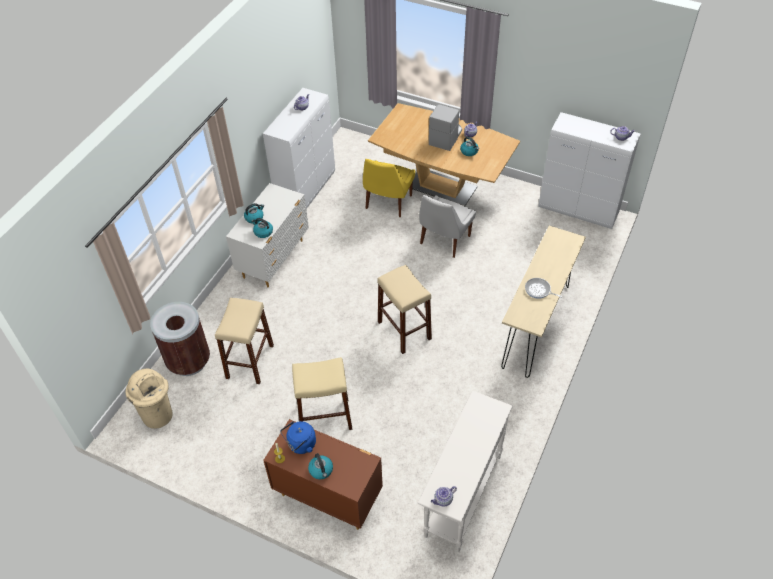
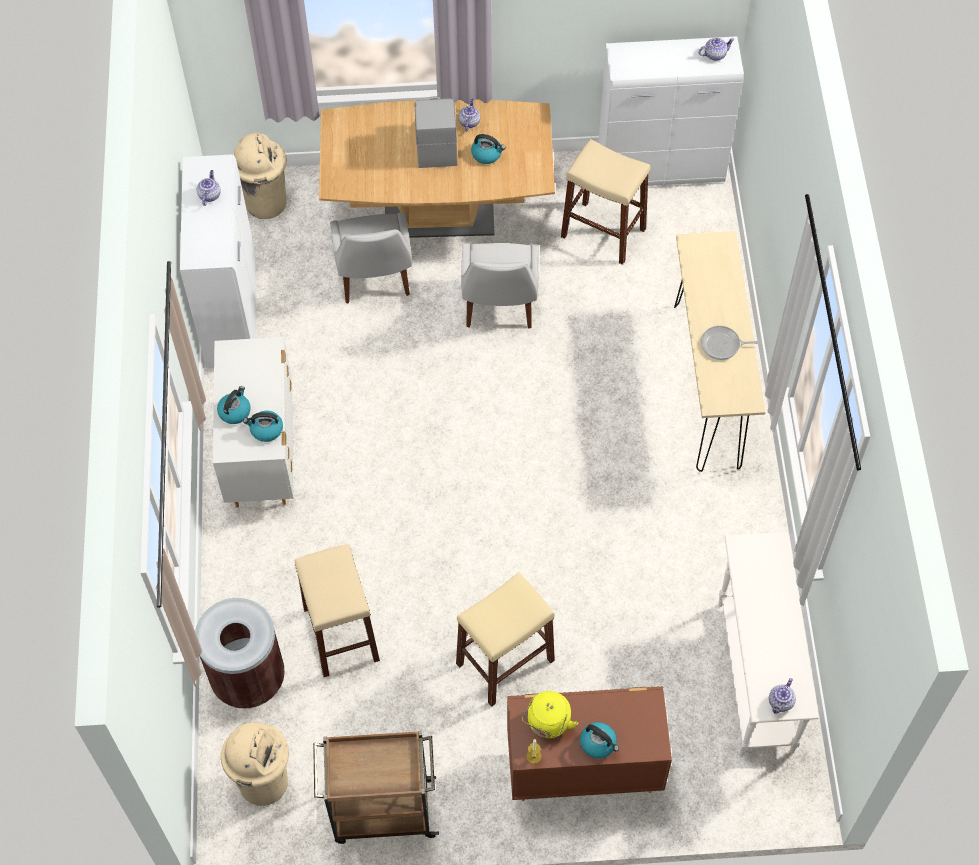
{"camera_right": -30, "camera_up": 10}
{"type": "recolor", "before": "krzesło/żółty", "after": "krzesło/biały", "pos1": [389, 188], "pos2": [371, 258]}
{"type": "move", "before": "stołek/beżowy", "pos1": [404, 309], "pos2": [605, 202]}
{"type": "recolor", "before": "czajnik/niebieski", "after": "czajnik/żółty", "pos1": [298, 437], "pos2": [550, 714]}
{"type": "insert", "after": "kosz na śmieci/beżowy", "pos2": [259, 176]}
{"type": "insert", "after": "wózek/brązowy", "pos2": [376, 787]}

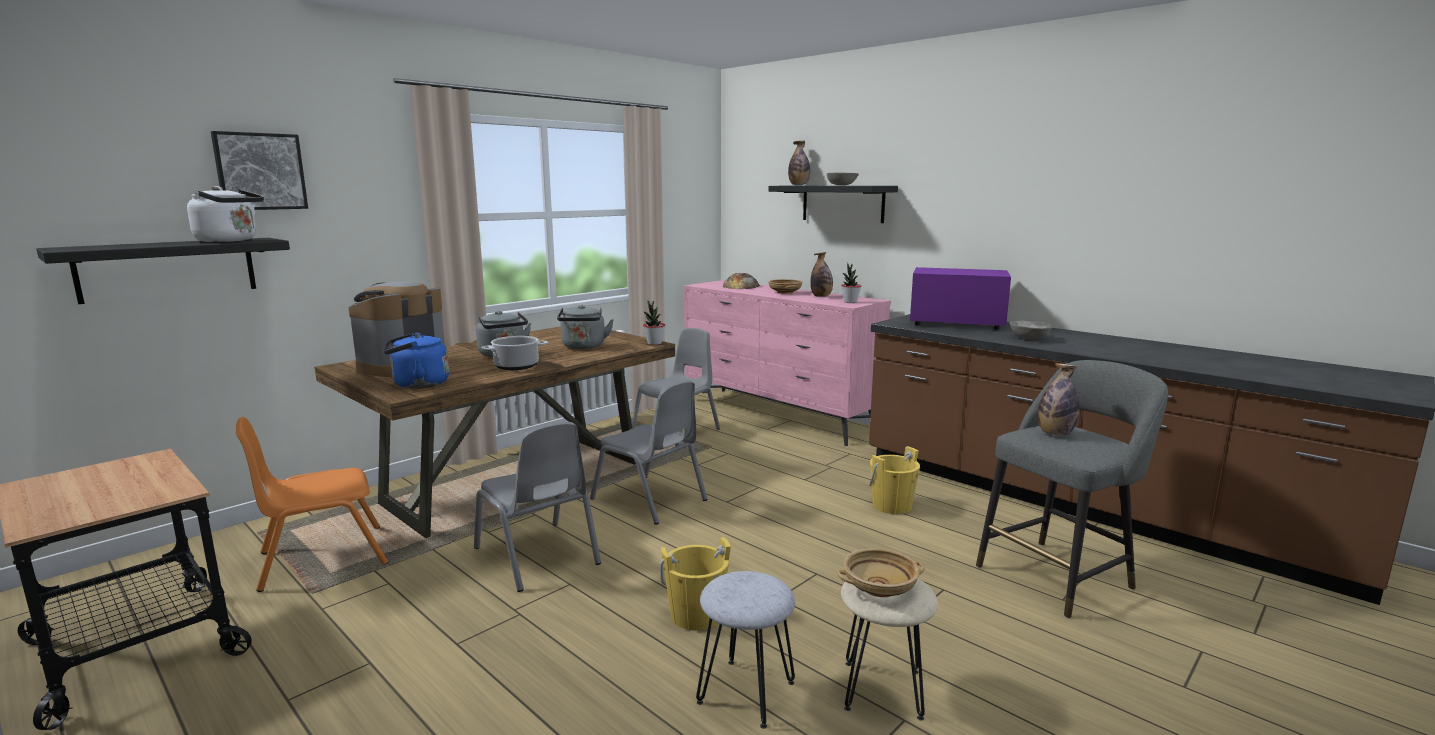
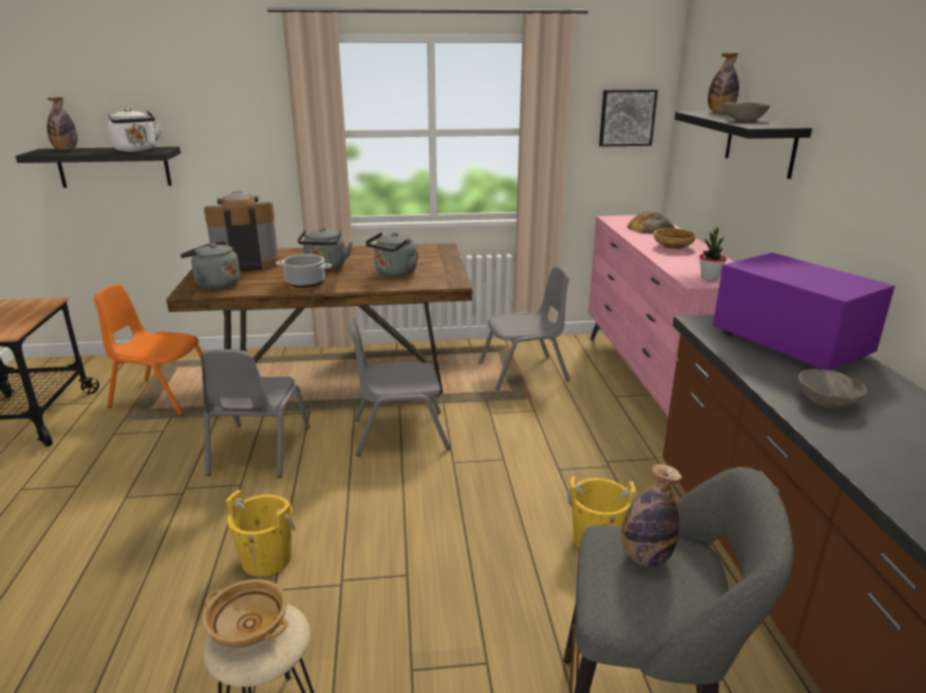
{"camera_right": 40, "camera_up": 10}
{"type": "move", "before": "obraz", "pos1": [259, 170], "pos2": [628, 118]}
{"type": "move", "before": "butelka", "pos1": [821, 274], "pos2": [62, 123]}
{"type": "delete", "before": "roślina doniczkowa", "pos1": [654, 323]}
{"type": "recolor", "before": "czajnik/niebieski", "after": "czajnik/szary", "pos1": [416, 360], "pos2": [210, 265]}
{"type": "rotate", "before": "krzesło/szary", "pos1": [649, 452], "pos2": [399, 386], "turn": 90}
{"type": "delete", "before": "stołek/szary", "pos1": [745, 650]}

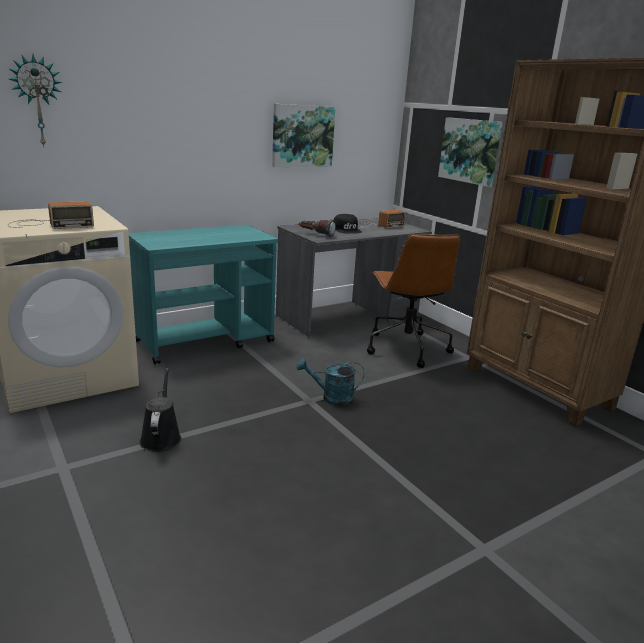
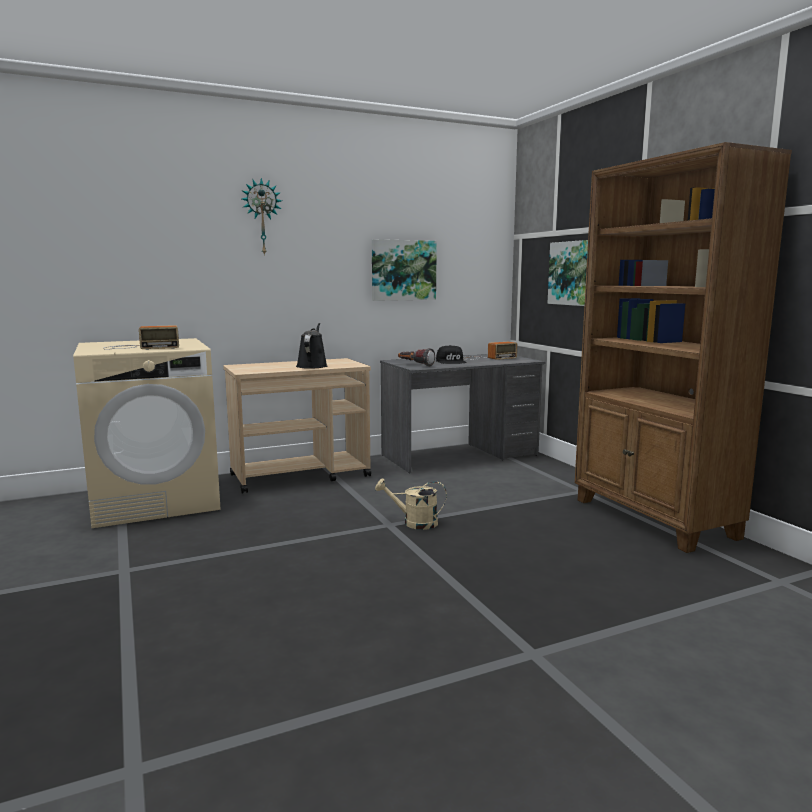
{"camera_right": 10, "camera_up": -10}
{"type": "move", "before": "zegar ścienny", "pos1": [35, 100], "pos2": [262, 217]}
{"type": "recolor", "before": "wózek/turkusowy", "after": "wózek/beżowy", "pos1": [203, 295], "pos2": [297, 426]}
{"type": "delete", "before": "krzesło biurowe/brązowy", "pos1": [413, 301]}
{"type": "recolor", "before": "konewka/turkusowy", "after": "konewka/beżowy", "pos1": [330, 382], "pos2": [411, 504]}
{"type": "move", "before": "konewka/czarny", "pos1": [160, 410], "pos2": [312, 346]}

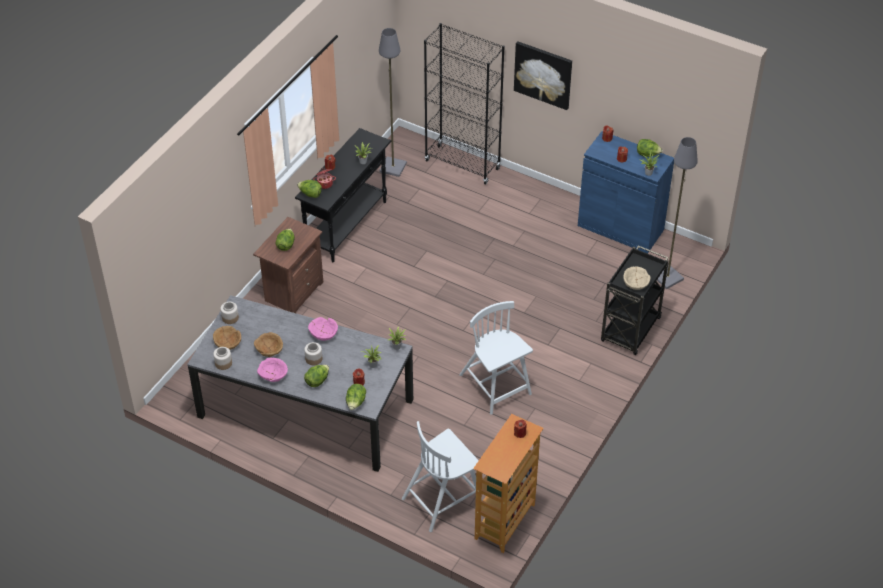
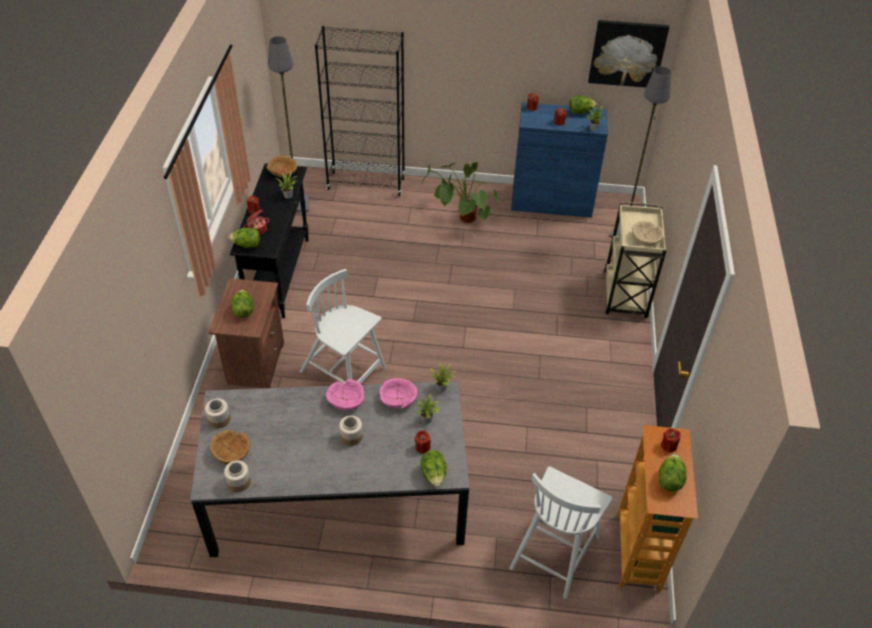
{"camera_right": -25, "camera_up": 0}
{"type": "move", "before": "obraz", "pos1": [543, 75], "pos2": [628, 54]}
{"type": "recolor", "before": "wózek/czarny", "after": "wózek/beżowy", "pos1": [635, 300], "pos2": [635, 259]}
{"type": "move", "before": "krzesło/biały", "pos1": [496, 358], "pos2": [343, 326]}
{"type": "move", "before": "miska/brązowy", "pos1": [268, 344], "pos2": [282, 166]}
{"type": "move", "before": "miska/różowy", "pos1": [272, 370], "pos2": [398, 393]}
{"type": "move", "before": "sałata", "pos1": [316, 376], "pos2": [673, 473]}
{"type": "insert", "after": "roślina doniczkowa", "pos2": [460, 192]}

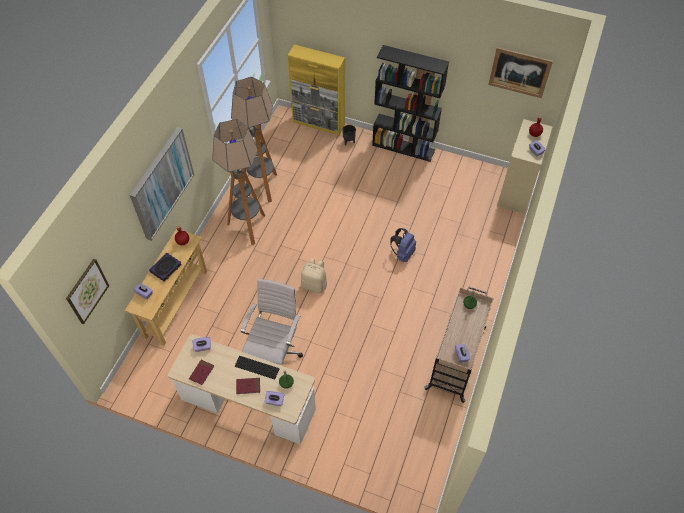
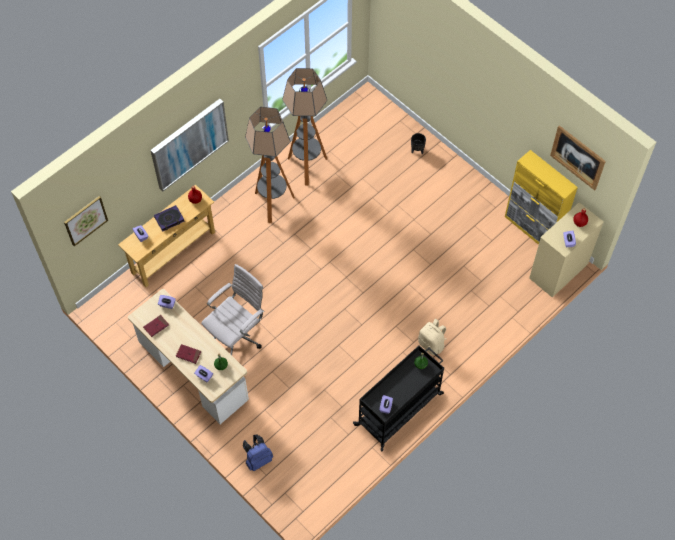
{"camera_right": 25, "camera_up": 5}
{"type": "move", "before": "szafka/żółty", "pos1": [316, 90], "pos2": [541, 197]}
{"type": "delete", "before": "regał/czarny", "pos1": [410, 103]}
{"type": "move", "before": "plecak/niebieski", "pos1": [403, 245], "pos2": [258, 452]}
{"type": "move", "before": "plecak/beżowy", "pos1": [314, 275], "pos2": [432, 337]}
{"type": "recolor", "before": "wózek/beżowy", "after": "wózek/czarny", "pos1": [459, 344], "pos2": [398, 398]}
{"type": "delete", "before": "klawiatura", "pos1": [257, 368]}

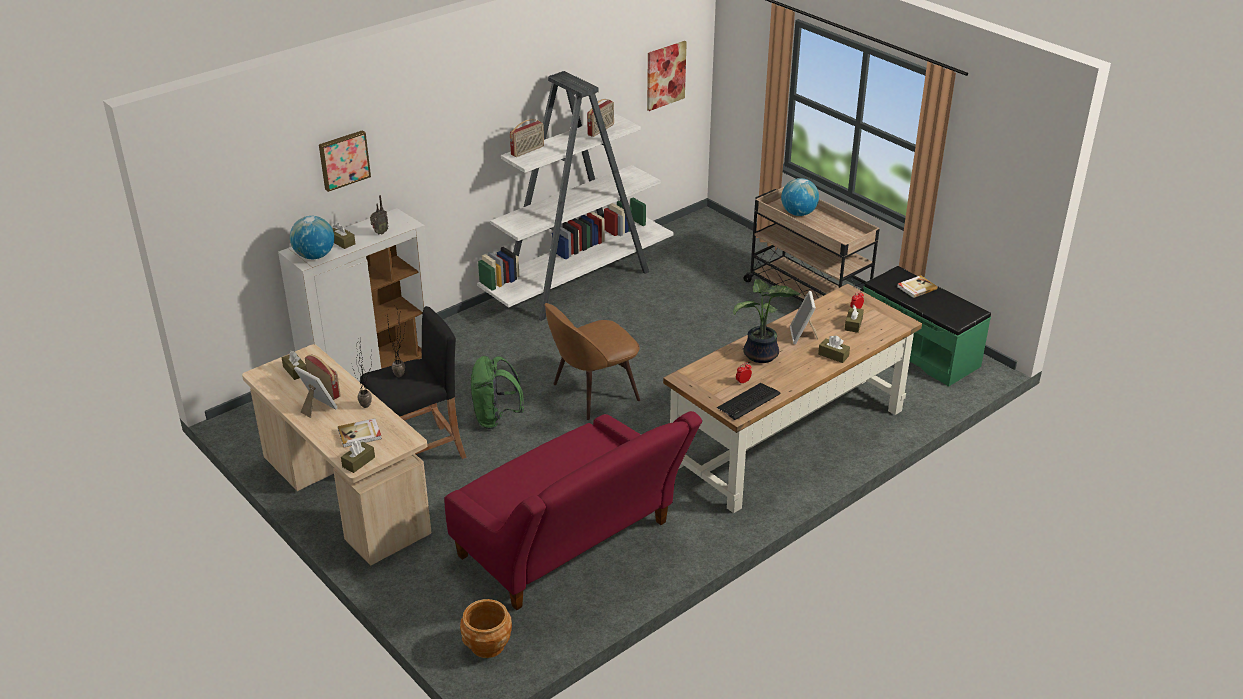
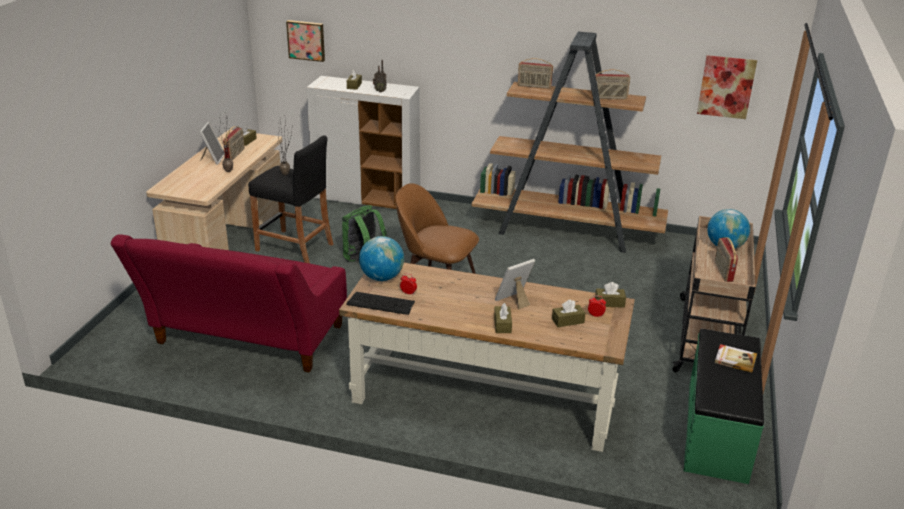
{"camera_right": 55, "camera_up": -5}
{"type": "recolor", "before": "regał/biały", "after": "regał/brązowy", "pos1": [575, 196], "pos2": [569, 142]}
{"type": "move", "before": "obraz", "pos1": [345, 161], "pos2": [305, 41]}
{"type": "move", "before": "globus", "pos1": [312, 237], "pos2": [381, 258]}
{"type": "delete", "before": "roślina doniczkowa", "pos1": [767, 321]}
{"type": "delete", "before": "książka", "pos1": [360, 432]}
{"type": "move", "before": "pudełko chusteczek/brązowy", "pos1": [358, 456], "pos2": [610, 295]}
{"type": "delete", "before": "donica/brązowy", "pos1": [486, 628]}
{"type": "insert", "after": "radio", "pos2": [726, 259]}

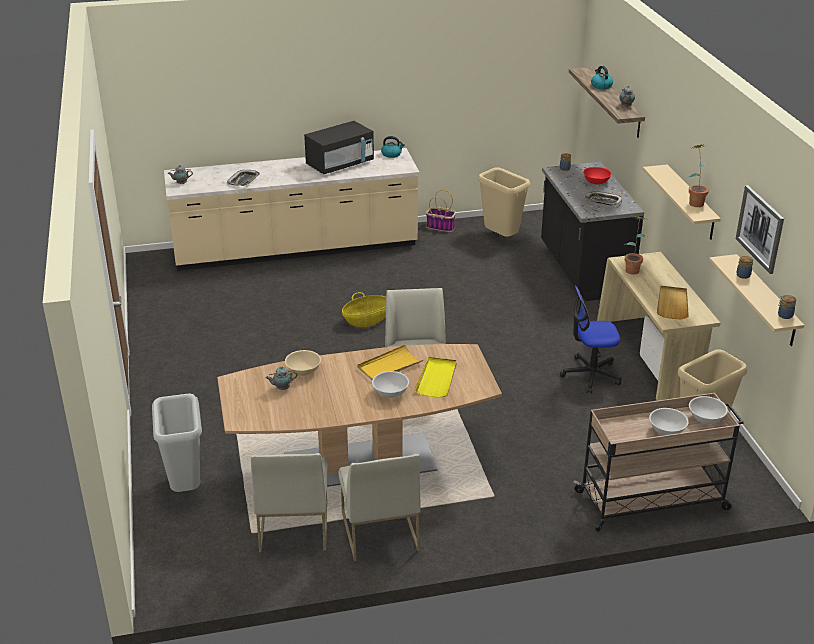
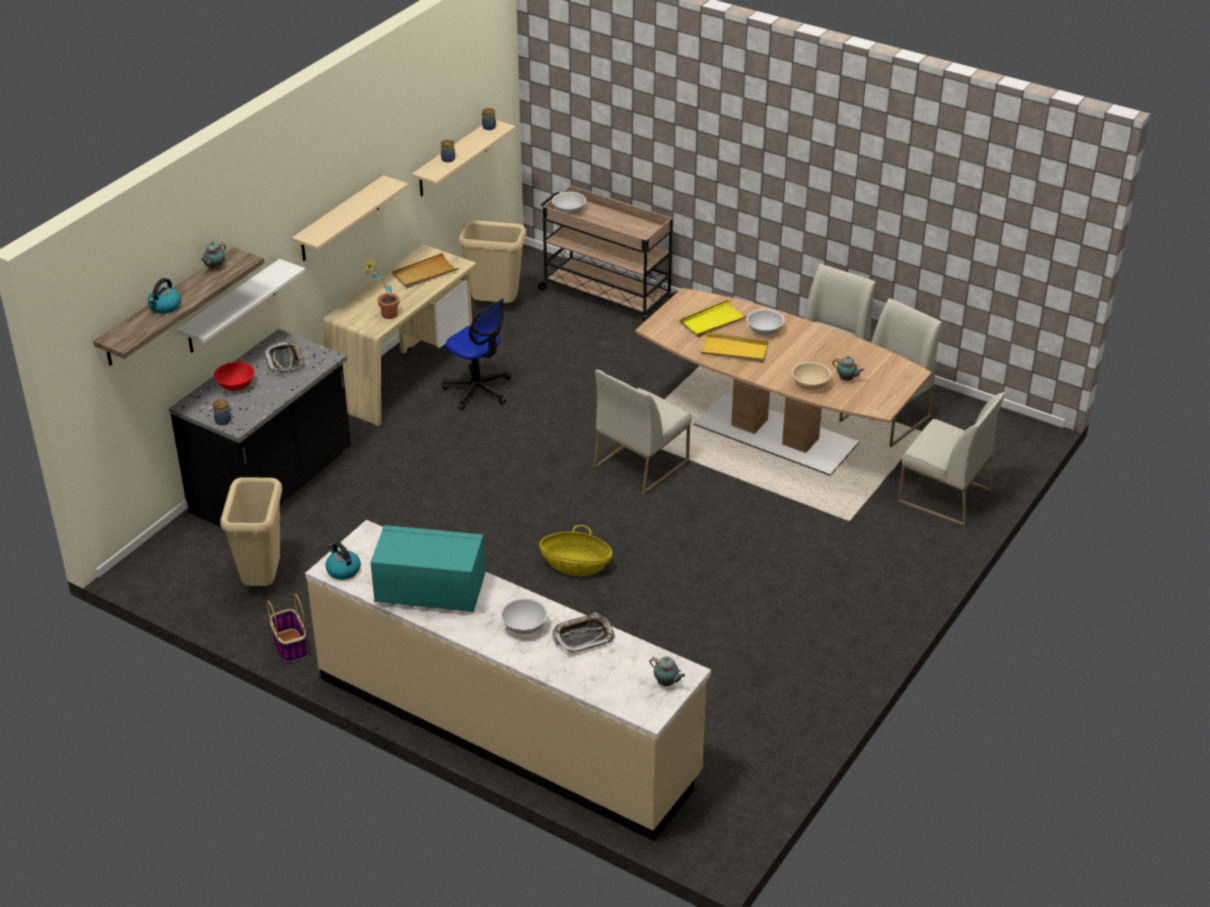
{"camera_right": -135, "camera_up": 5}
{"type": "recolor", "before": "mikrofalówka/czarny", "after": "mikrofalówka/turkusowy", "pos1": [339, 147], "pos2": [427, 568]}
{"type": "delete", "before": "roślina doniczkowa", "pos1": [699, 175]}
{"type": "delete", "before": "obraz", "pos1": [760, 229]}
{"type": "replace", "before": "kosz na śmieci/szary", "after": "krzesło/biały", "pos1": [177, 443], "pos2": [952, 459]}
{"type": "move", "before": "miska/biały", "pos1": [669, 421], "pos2": [524, 616]}
{"type": "insert", "after": "półka/biały", "pos2": [241, 306]}

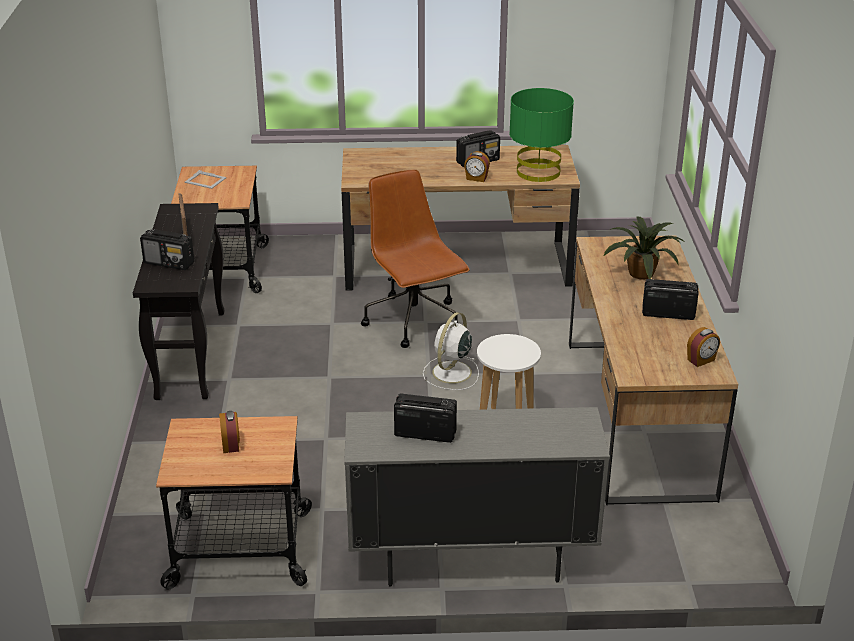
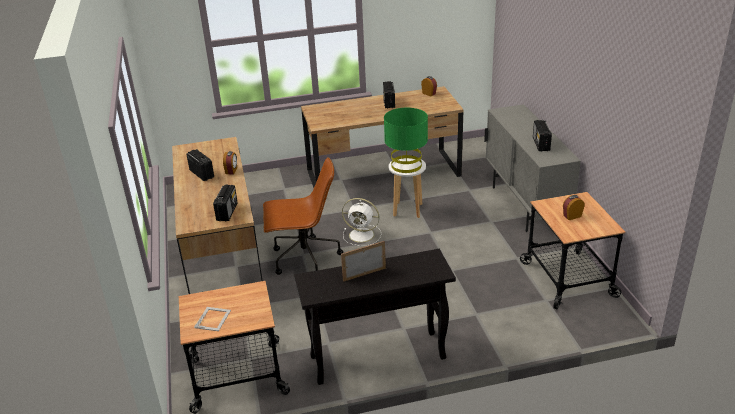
{"camera_right": -100, "camera_up": 0}
{"type": "move", "before": "lampa stołowa/zielony", "pos1": [541, 135], "pos2": [406, 140]}
{"type": "rotate", "before": "krzesło biurowe/brązowy", "pos1": [415, 259], "pos2": [303, 216], "turn": -150}
{"type": "delete", "before": "roślina doniczkowa", "pos1": [645, 248]}
{"type": "move", "before": "radio", "pos1": [167, 249], "pos2": [225, 203]}

